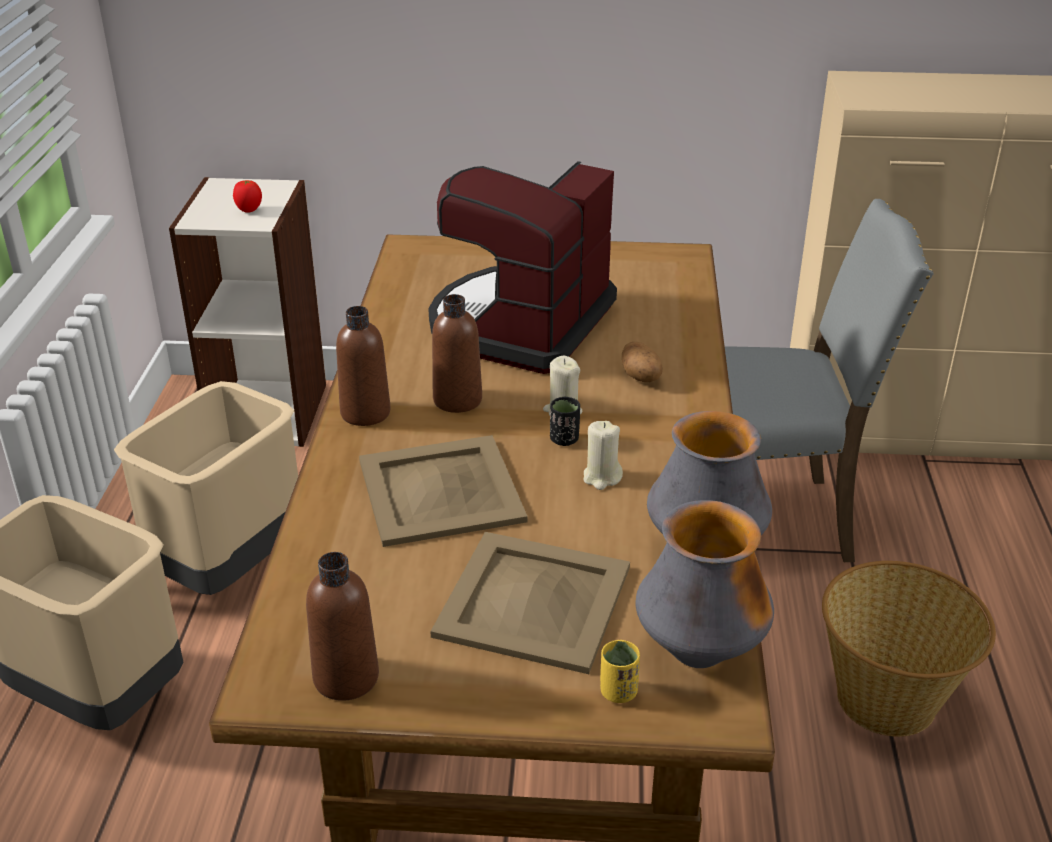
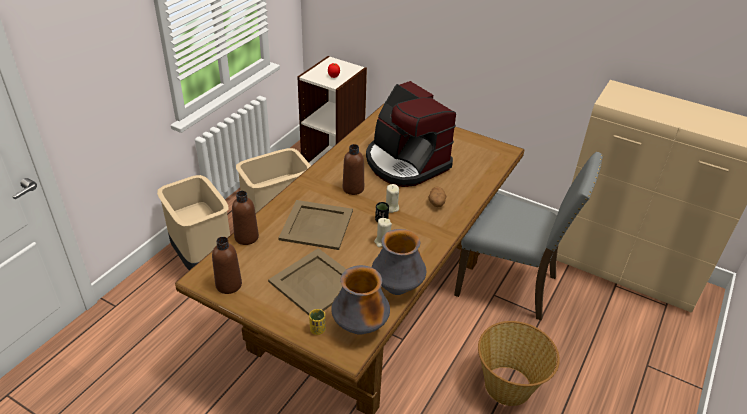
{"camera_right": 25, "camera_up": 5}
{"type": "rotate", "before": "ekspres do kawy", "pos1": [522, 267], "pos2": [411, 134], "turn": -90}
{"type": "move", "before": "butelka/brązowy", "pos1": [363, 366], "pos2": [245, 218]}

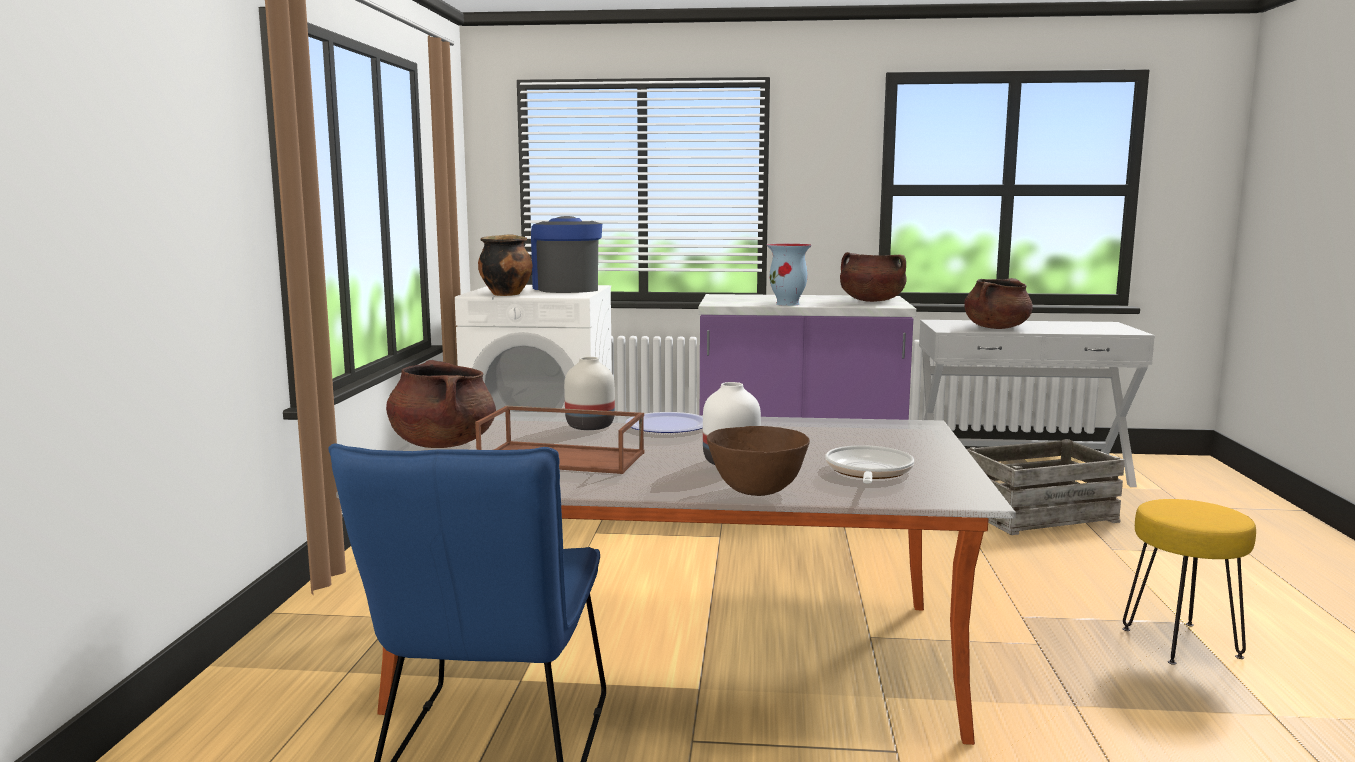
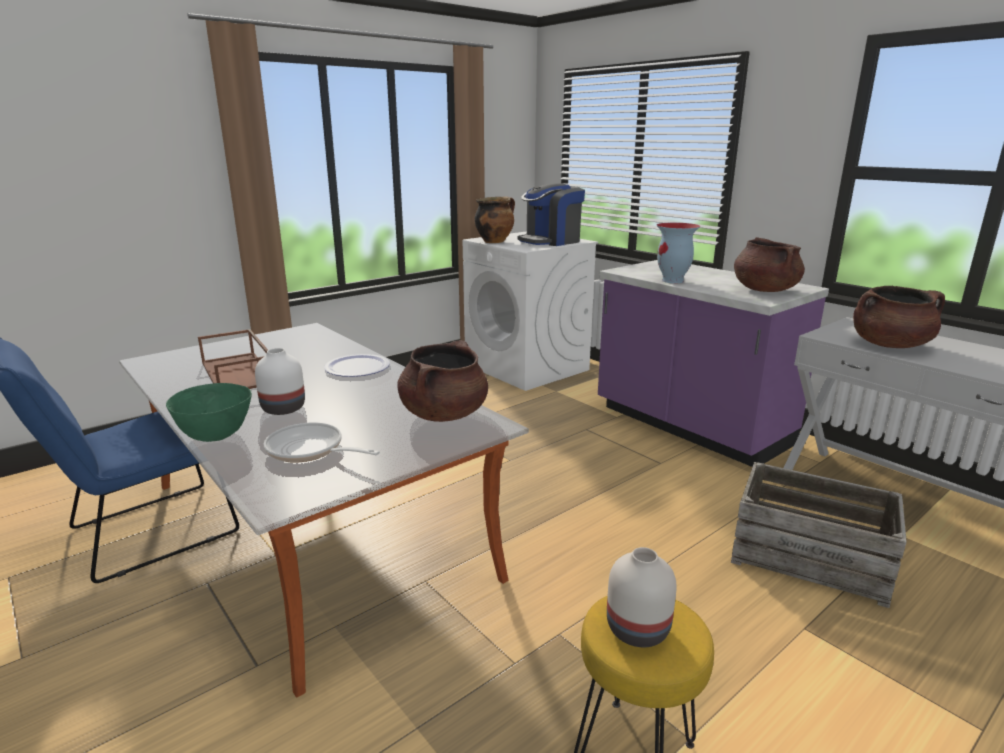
{"camera_right": 45, "camera_up": 10}
{"type": "rotate", "before": "ekspres do kawy", "pos1": [566, 254], "pos2": [551, 214], "turn": -150}
{"type": "move", "before": "wazon/biały", "pos1": [589, 393], "pos2": [642, 597]}
{"type": "move", "before": "garnek/brązowy", "pos1": [441, 404], "pos2": [442, 381]}
{"type": "recolor", "before": "miska/brązowy", "after": "miska/zielony", "pos1": [758, 461], "pos2": [209, 412]}
{"type": "rotate", "before": "patelnia", "pos1": [869, 464], "pos2": [322, 443], "turn": -120}

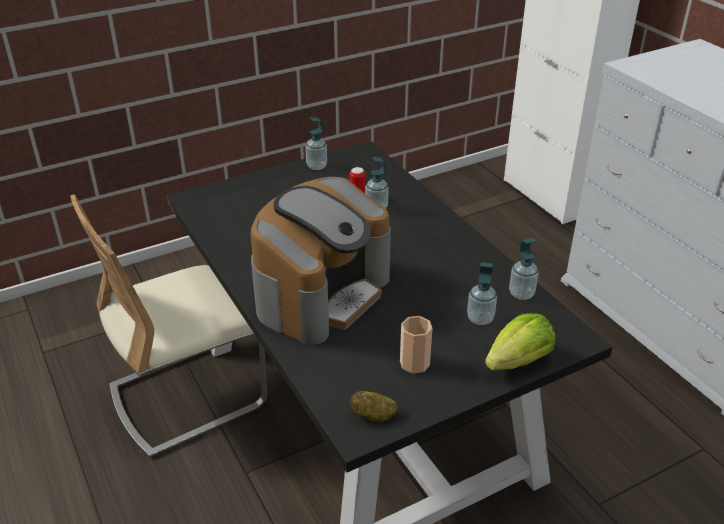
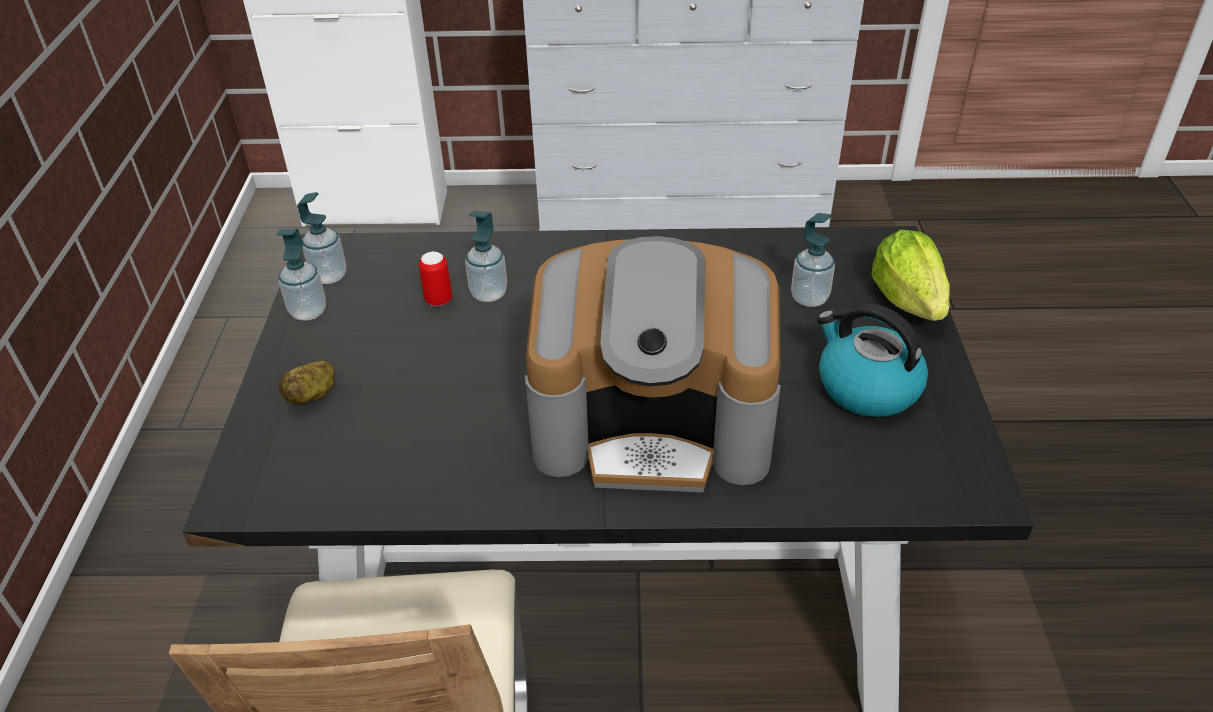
{"camera_right": -60, "camera_up": 5}
{"type": "rotate", "before": "ekspres do kawy", "pos1": [321, 261], "pos2": [653, 364], "turn": 120}
{"type": "move", "before": "dozownik mydła", "pos1": [524, 269], "pos2": [322, 238]}
{"type": "replace", "before": "filiżanka", "after": "czajnik", "pos1": [416, 344], "pos2": [872, 360]}
{"type": "move", "before": "ziemniak", "pos1": [374, 406], "pos2": [306, 382]}

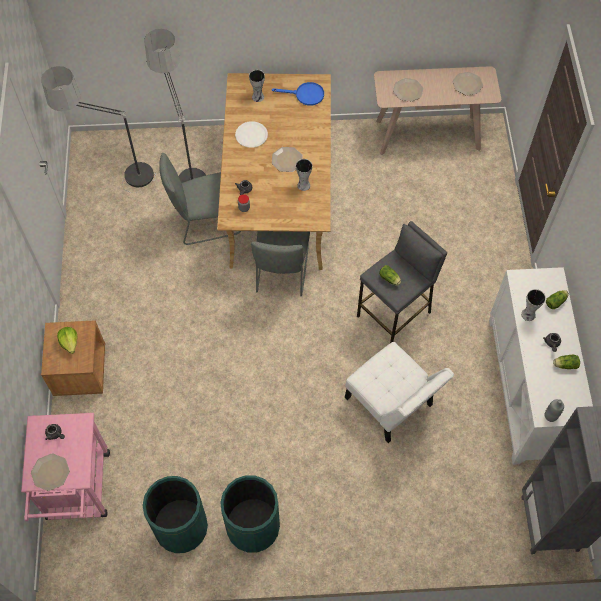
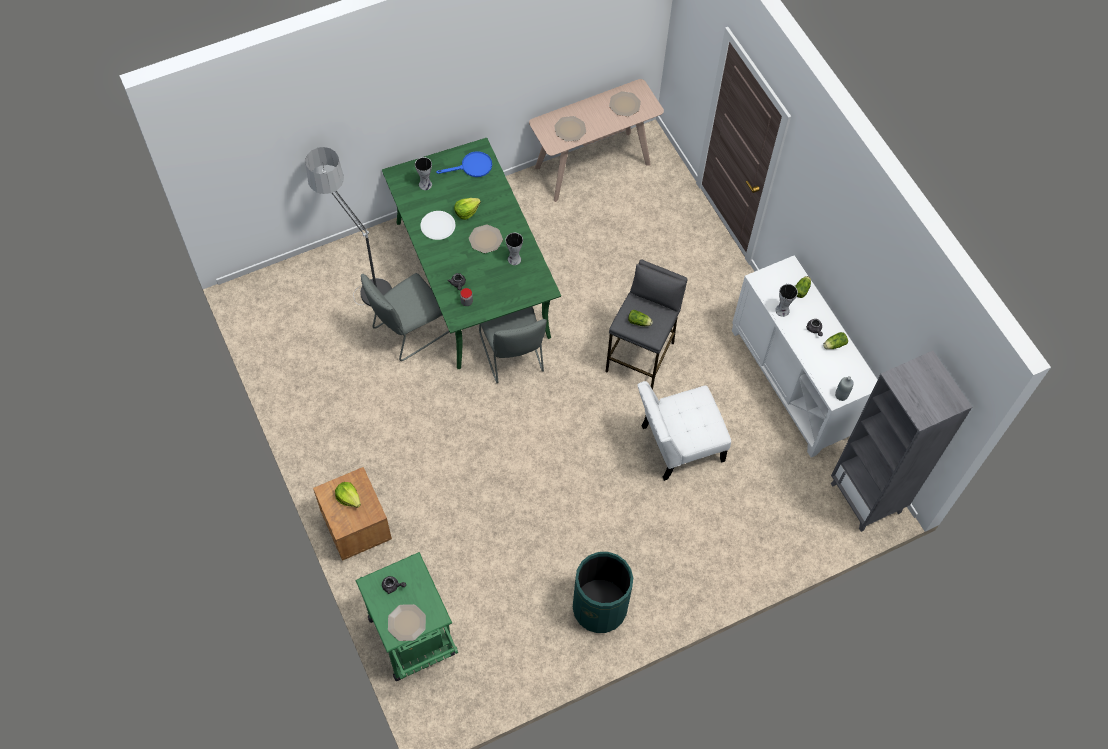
{"camera_right": -25, "camera_up": 0}
{"type": "delete", "before": "lampa stojąca", "pos1": [98, 129]}
{"type": "recolor", "before": "stół jadalny/beżowy", "after": "stół jadalny/zielony", "pos1": [274, 171], "pos2": [471, 253]}
{"type": "rotate", "before": "krzesło/biały", "pos1": [399, 392], "pos2": [684, 431], "turn": 135}
{"type": "recolor", "before": "wózek/różowy", "after": "wózek/zielony", "pos1": [65, 467], "pos2": [406, 616]}
{"type": "delete", "before": "kosz na śmieci/zielony", "pos1": [175, 514]}
{"type": "insert", "after": "sałata", "pos2": [467, 209]}

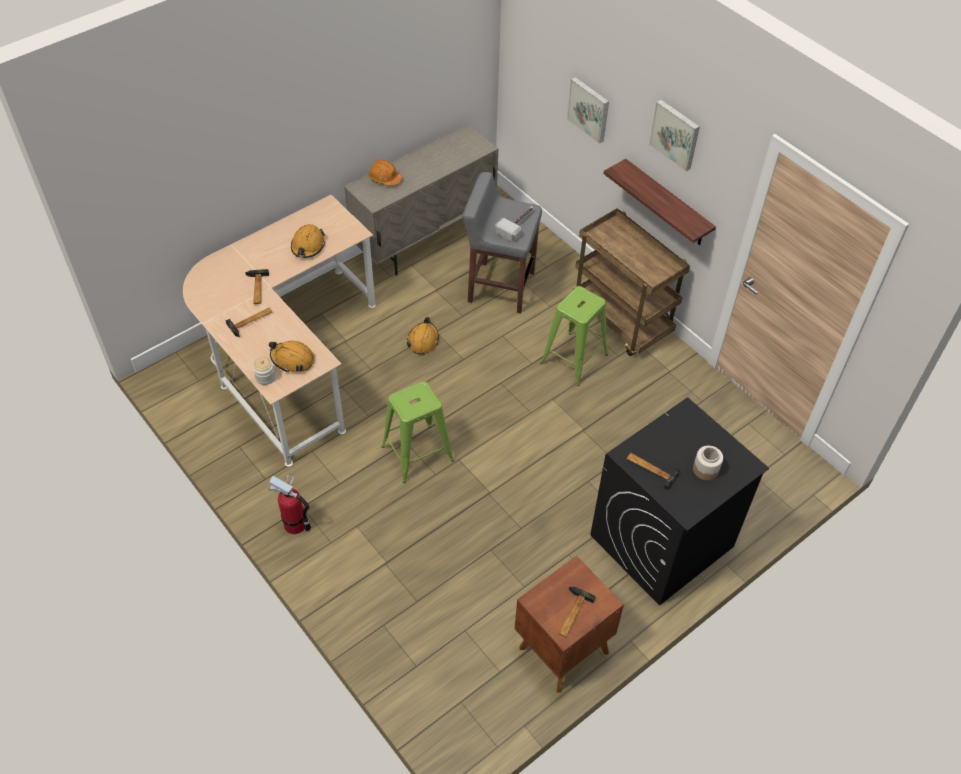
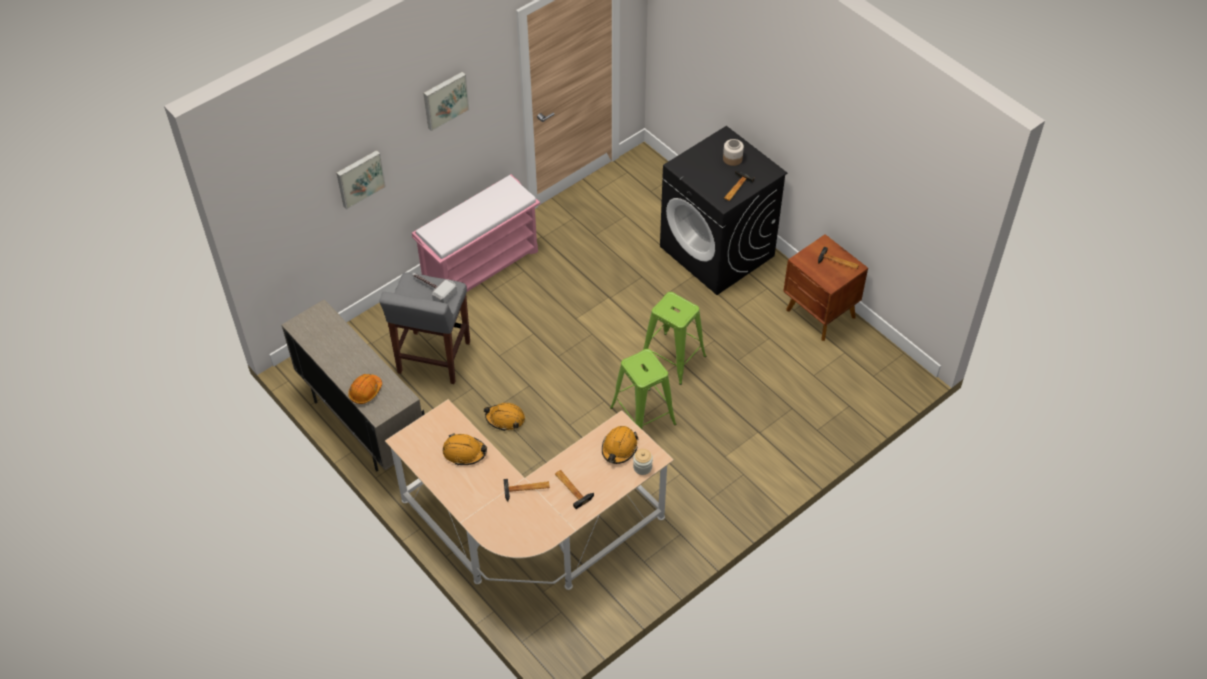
{"camera_right": -90, "camera_up": 0}
{"type": "delete", "before": "półka", "pos1": [659, 202]}
{"type": "replace", "before": "wózek/brązowy", "after": "ławka/różowy", "pos1": [631, 282], "pos2": [476, 233]}
{"type": "move", "before": "stołek/zielony", "pos1": [574, 336], "pos2": [674, 338]}
{"type": "delete", "before": "gaśnica", "pos1": [290, 503]}

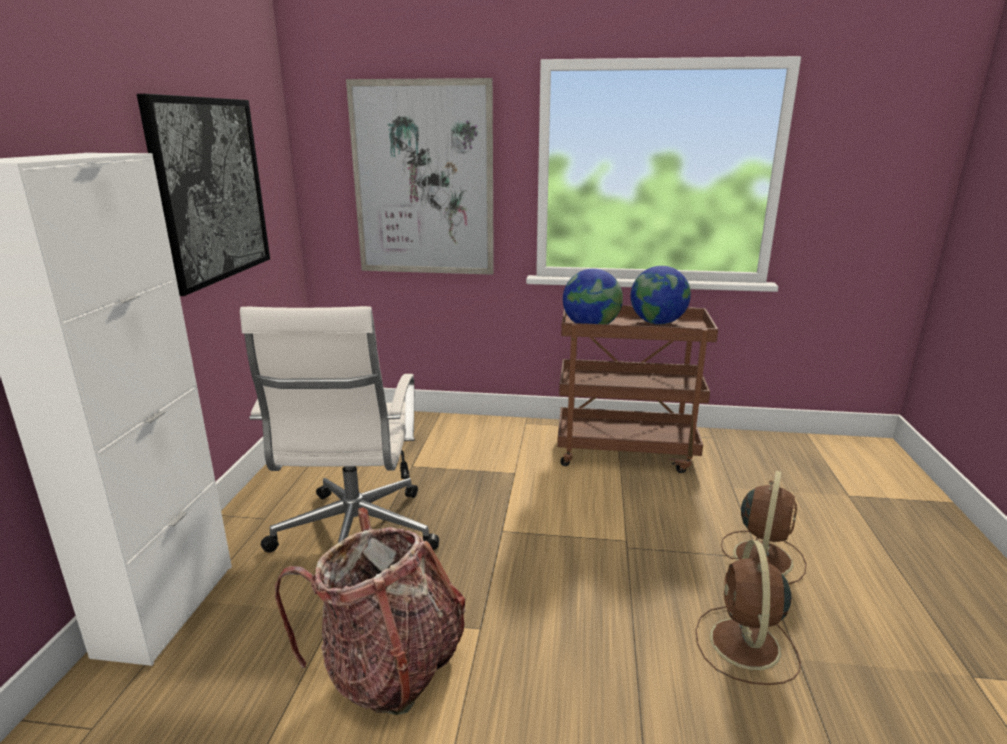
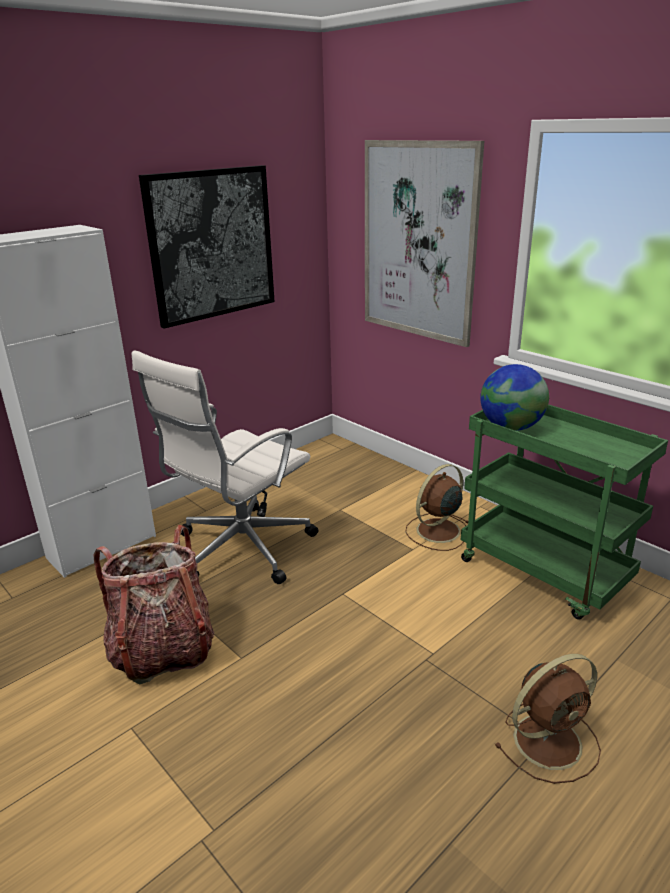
{"camera_right": 40, "camera_up": 5}
{"type": "delete", "before": "globus", "pos1": [661, 295]}
{"type": "recolor", "before": "wózek/brązowy", "after": "wózek/zielony", "pos1": [637, 389], "pos2": [564, 512]}
{"type": "move", "before": "wentylator/brązowy", "pos1": [748, 612], "pos2": [436, 507]}

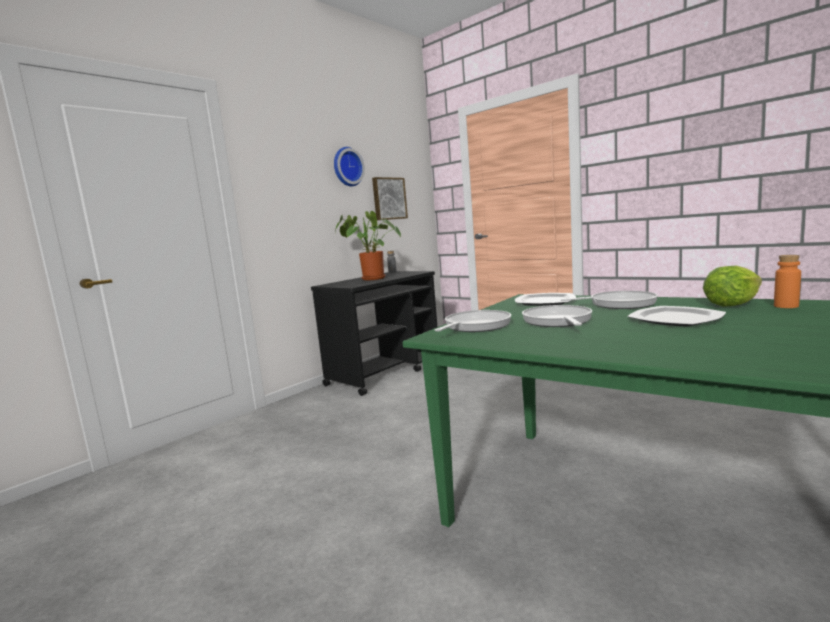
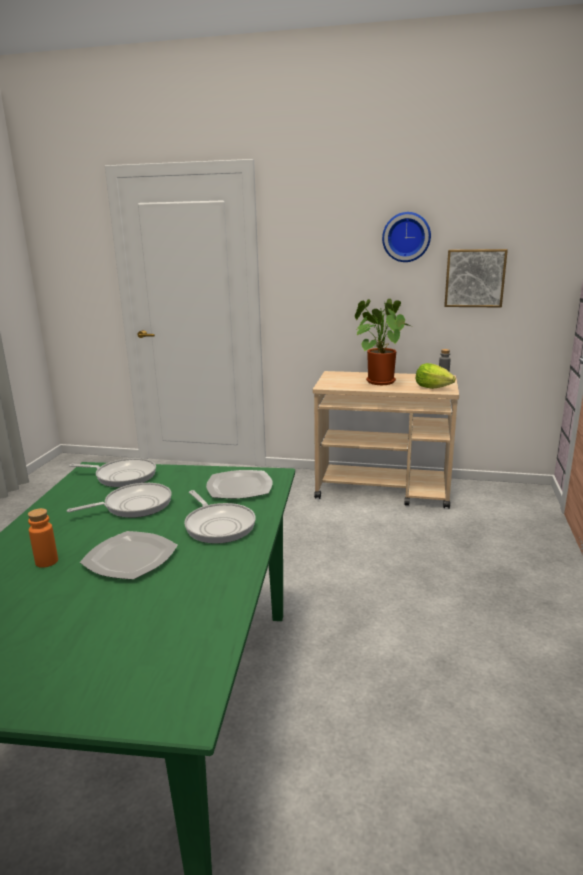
{"camera_right": 60, "camera_up": 10}
{"type": "move", "before": "butelka/pomarańczowy", "pos1": [787, 281], "pos2": [43, 538]}
{"type": "move", "before": "sałata", "pos1": [732, 286], "pos2": [435, 376]}
{"type": "recolor", "before": "wózek/czarny", "after": "wózek/beżowy", "pos1": [374, 333], "pos2": [386, 440]}

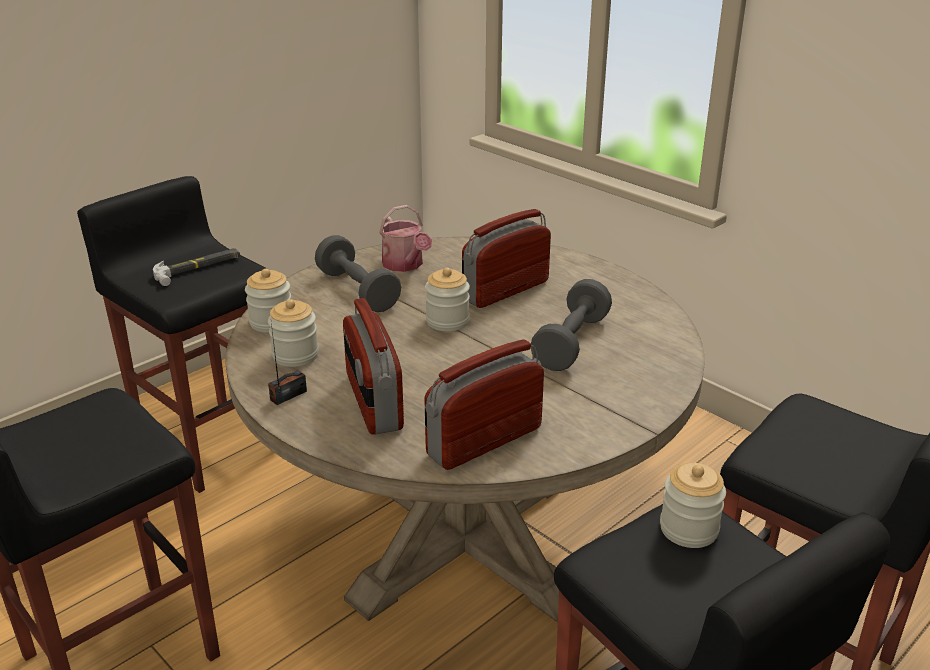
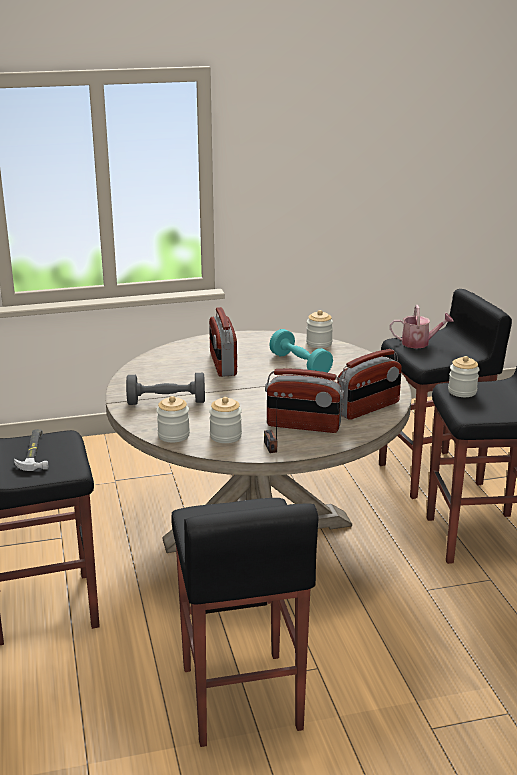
{"camera_right": -60, "camera_up": -5}
{"type": "move", "before": "konewka", "pos1": [405, 238], "pos2": [422, 327]}
{"type": "move", "before": "słoik", "pos1": [447, 299], "pos2": [319, 329]}
{"type": "recolor", "before": "hantel/szary", "after": "hantel/turkusowy", "pos1": [571, 325], "pos2": [301, 351]}
{"type": "rotate", "before": "radio", "pos1": [484, 404], "pos2": [369, 384], "turn": -120}

